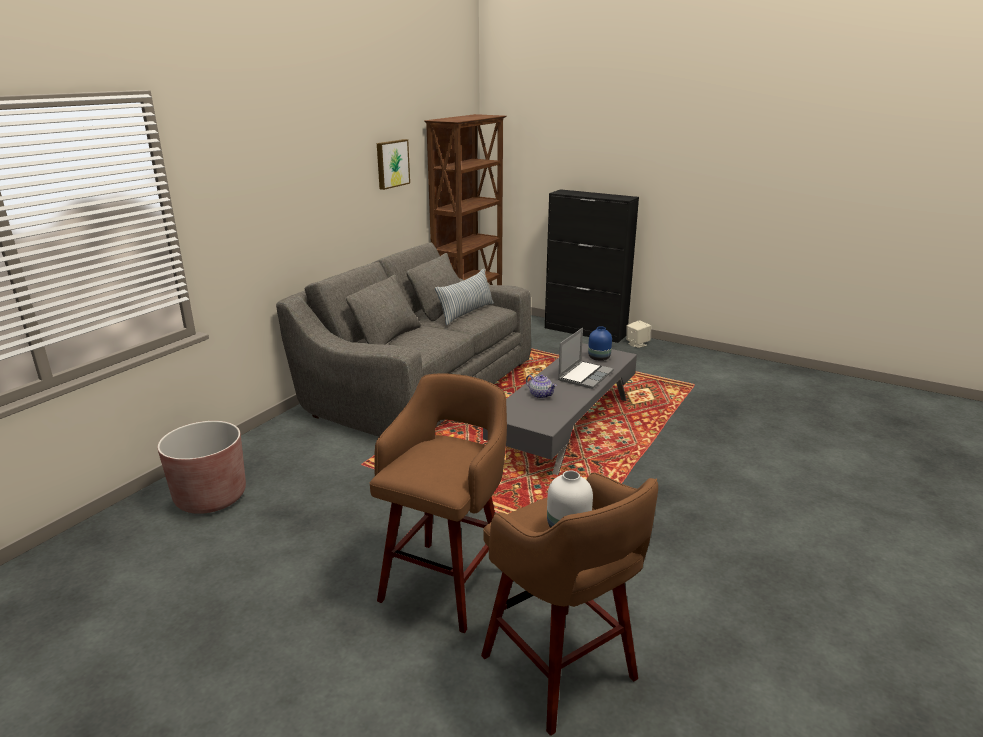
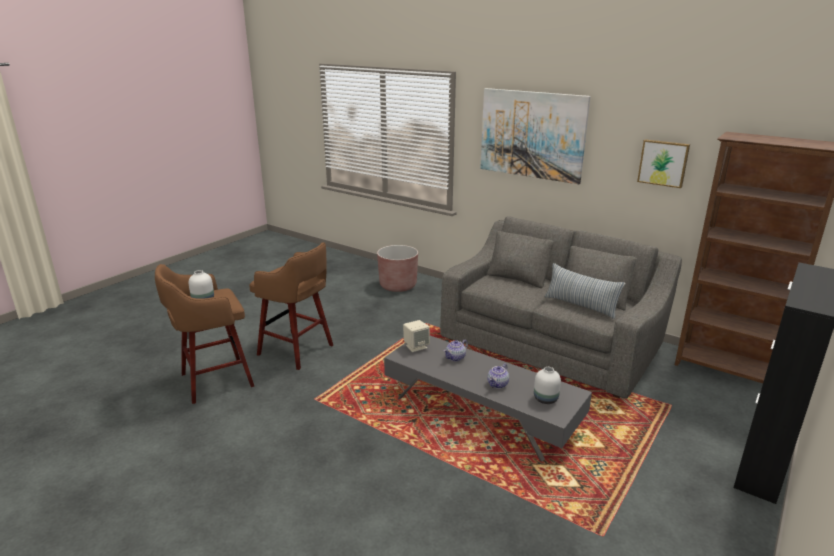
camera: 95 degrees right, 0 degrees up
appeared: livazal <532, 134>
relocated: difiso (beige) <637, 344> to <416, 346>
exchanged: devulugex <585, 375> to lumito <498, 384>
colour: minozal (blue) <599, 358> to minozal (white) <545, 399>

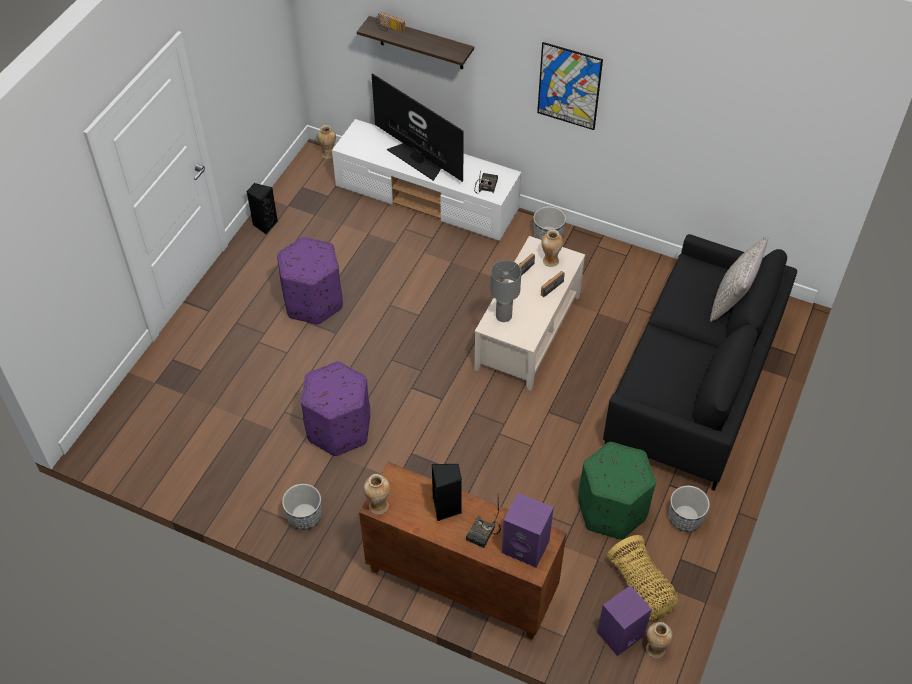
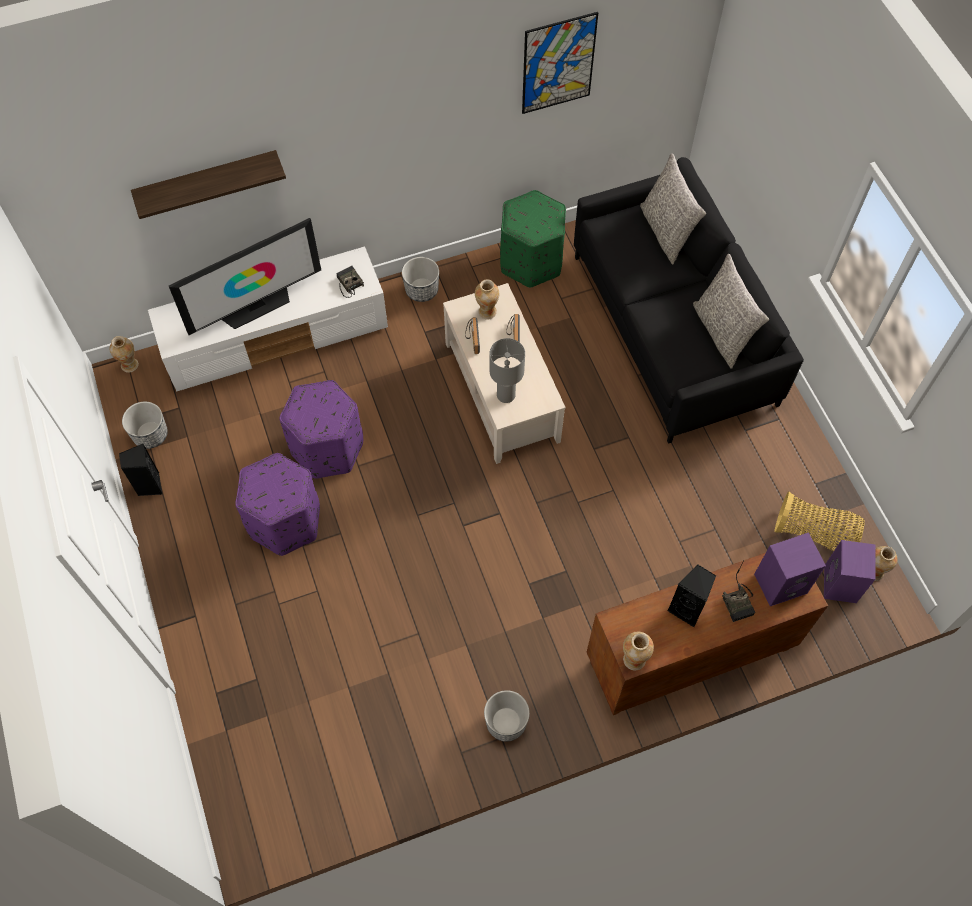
camera: 45 degrees left, 10 degrees up
missing: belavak <389, 29>
appeared: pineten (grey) <722, 332>
relocated: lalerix <685, 518> to <151, 435>; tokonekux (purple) <338, 428> to <327, 448>; tokonekux (green) <612, 509> to <531, 261>; livazal <569, 86> to <558, 63>
spun: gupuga <417, 159> = <256, 306> 150 degrees clockwise

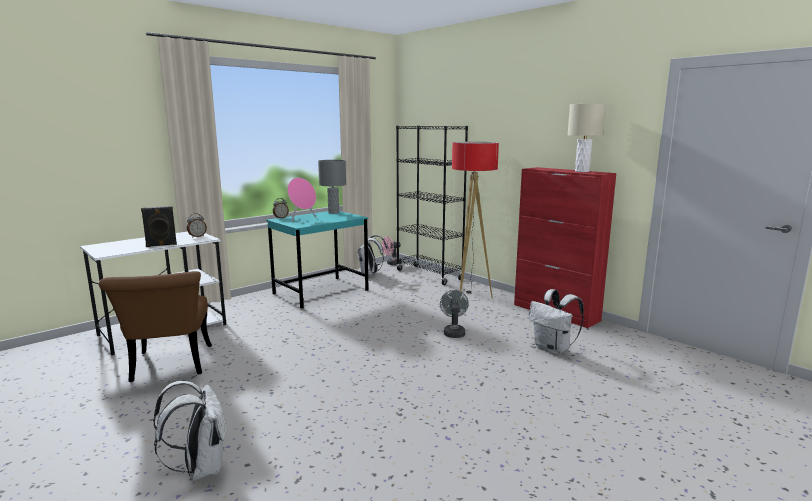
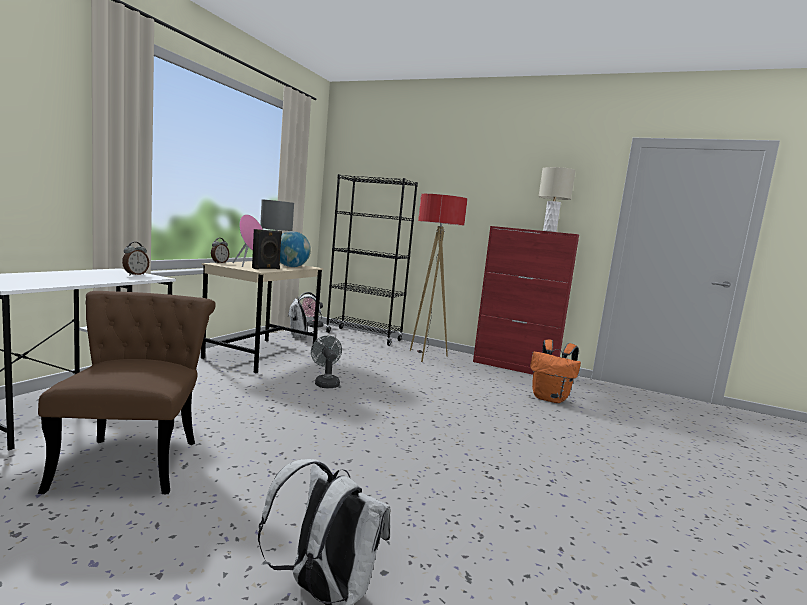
camera: 25 degrees left, 5 degrees down
appeared: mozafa <291, 267>
relocated: difiso (black) <161, 245> to <266, 268>; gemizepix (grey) <453, 332> to <325, 383>
colour: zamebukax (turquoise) <321, 292> to zamebukax (beige) <261, 355>; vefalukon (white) <553, 349> to vefalukon (orange) <550, 399>
spun: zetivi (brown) <170, 367> = <134, 458> 150 degrees counterclockwise

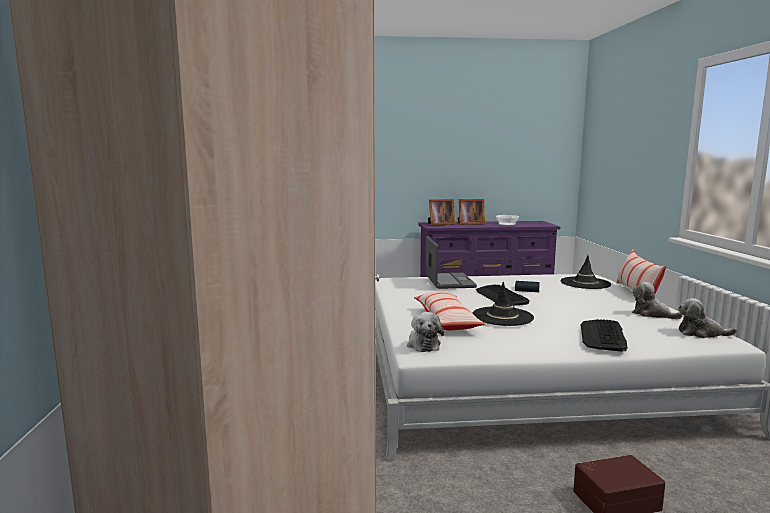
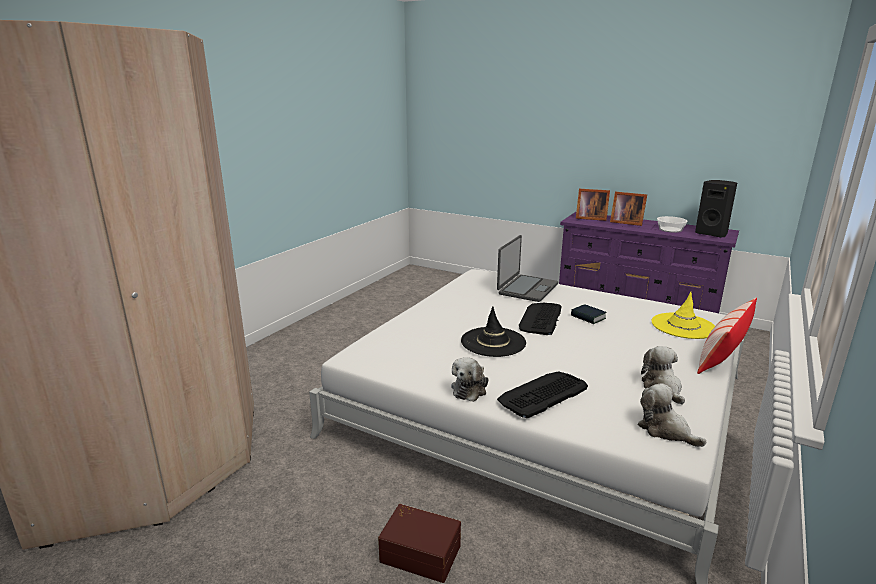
camera: 35 degrees right, 10 degrees up
missing: pineten <446, 321>
appeared: difiso (black) <712, 234>
relocated: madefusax <423, 344> to <470, 389>
colour: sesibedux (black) <585, 283> to sesibedux (yellow) <683, 326>

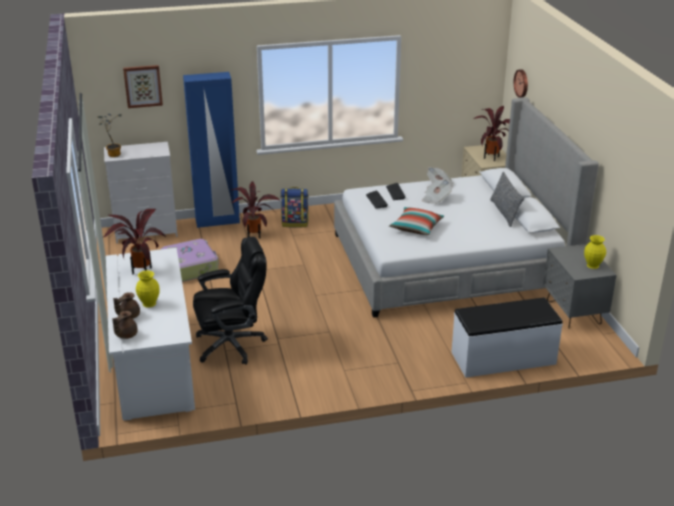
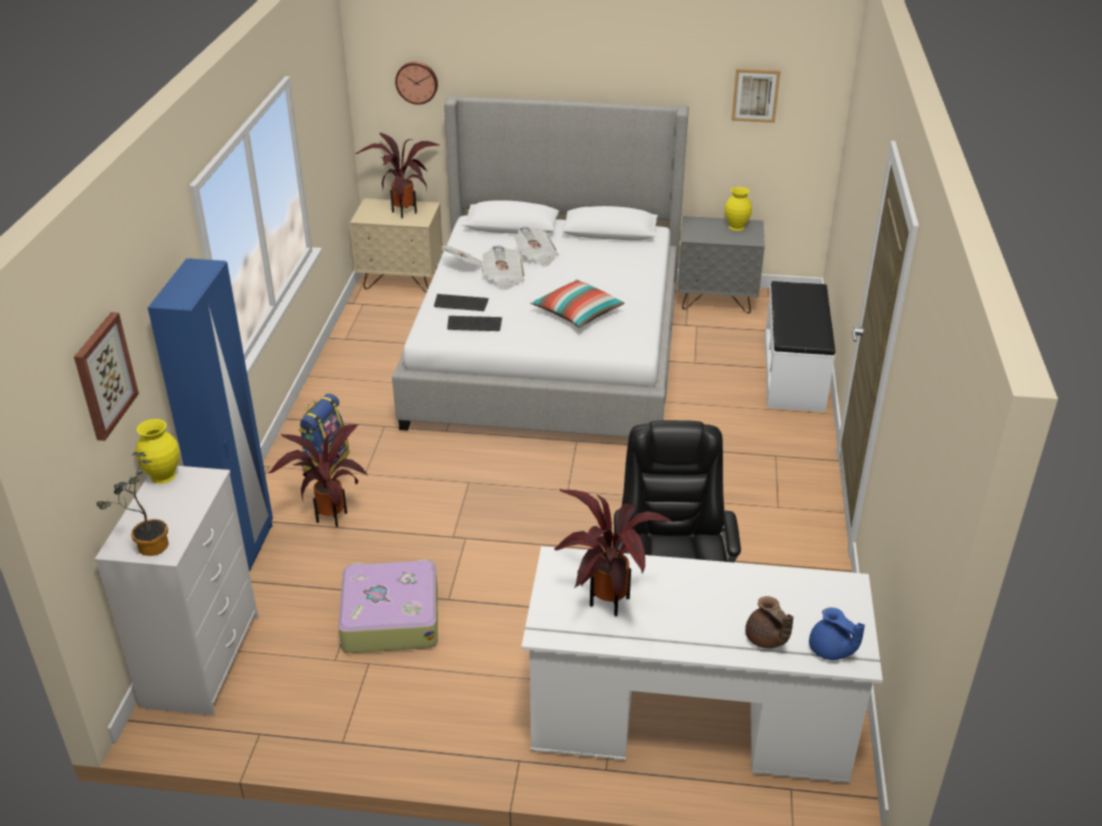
camera: 70 degrees left, 5 degrees up
missing: pineten (grey) <504, 213>
appeared: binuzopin <536, 257>; livazal <755, 95>
relocated: minozal (yellow) <149, 304> to <164, 476>
colour: lumito (brown) <125, 335> to lumito (blue) <830, 651>

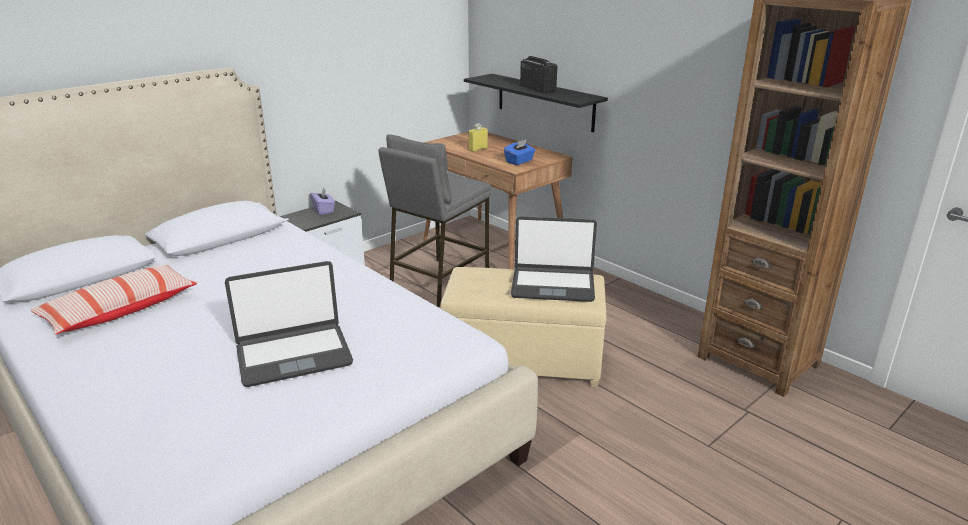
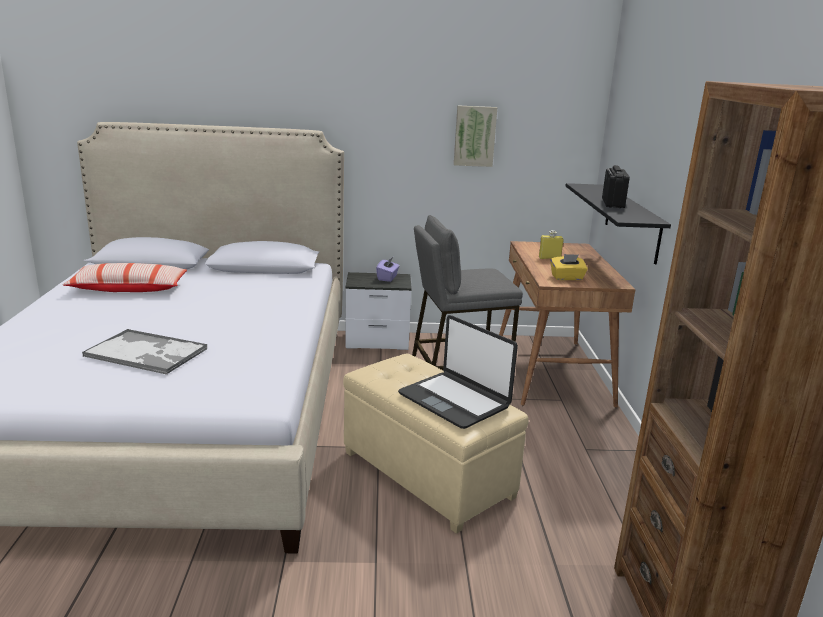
camera: 40 degrees right, 5 degrees down
appeared: livazal <474, 136>
exchanged: devulugex <293, 355> to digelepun <147, 353>
colour: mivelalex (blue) <519, 161> to mivelalex (yellow) <567, 278>

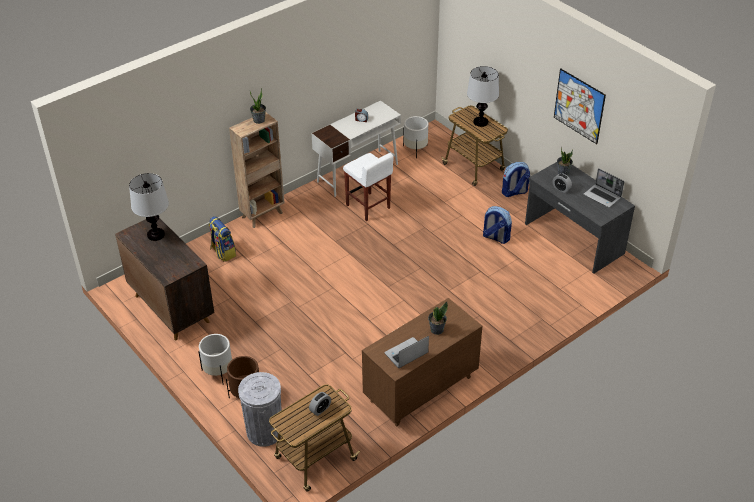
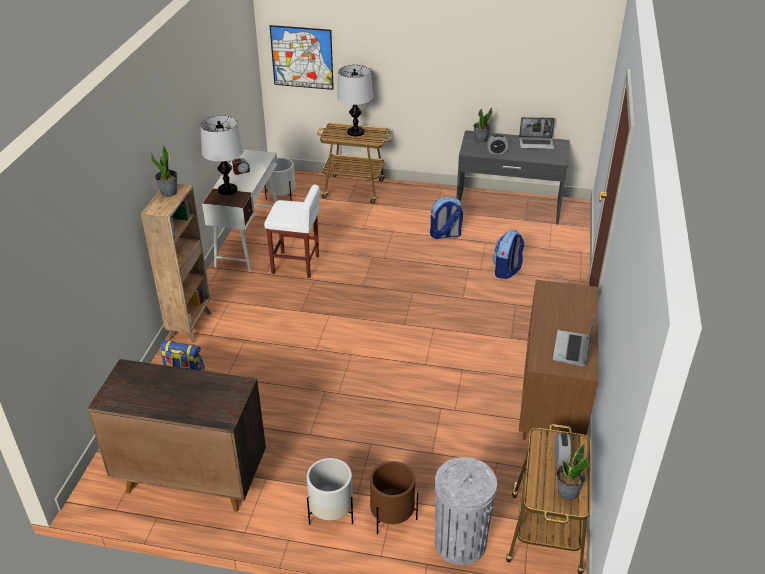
camera: 40 degrees left, 5 degrees down
relocated: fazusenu <156, 234> to <227, 189>; livazal <579, 106> to <302, 57>; vefalukon <514, 192> to <507, 271>; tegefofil <436, 329> to <567, 492>

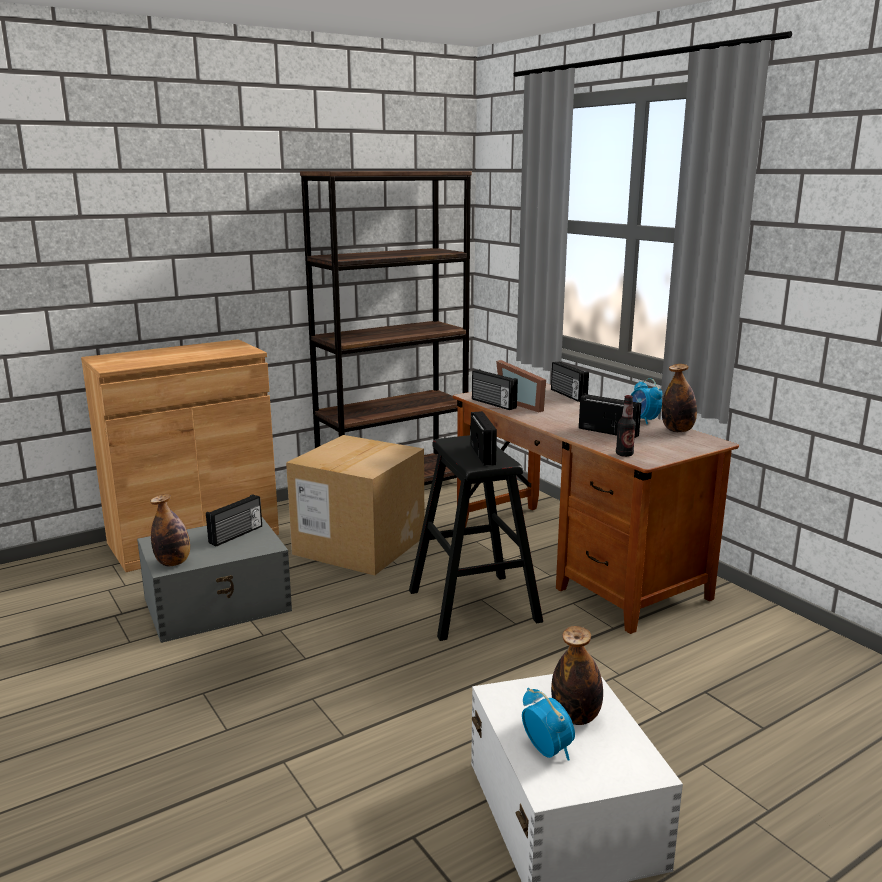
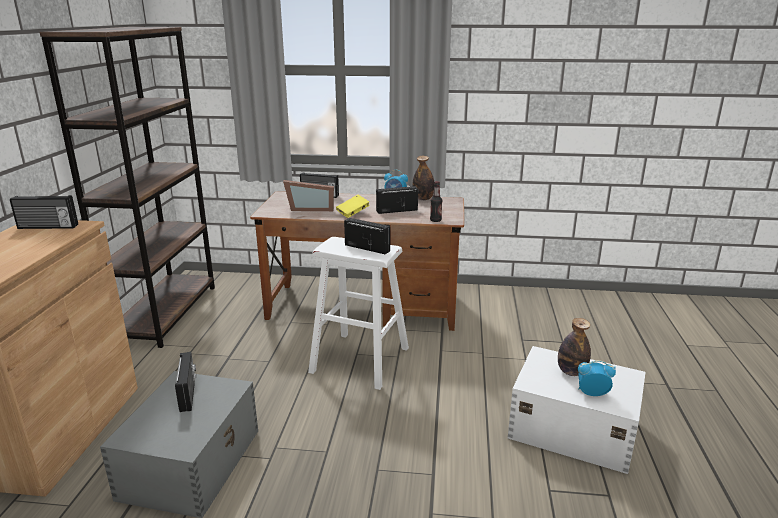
camera: 50 degrees left, 5 degrees up
missing: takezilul <173, 563>; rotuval <359, 545>
appeared: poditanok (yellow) <353, 213>
relocated: belavak <493, 404> to <47, 227>
colour: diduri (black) <473, 605> to diduri (white) <360, 360>

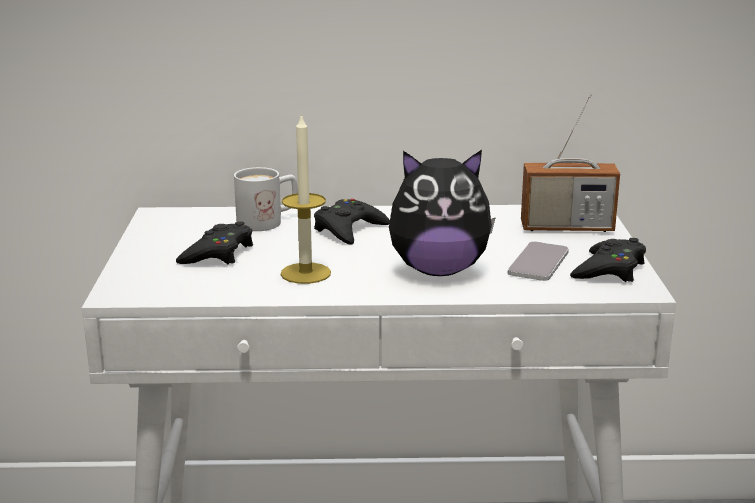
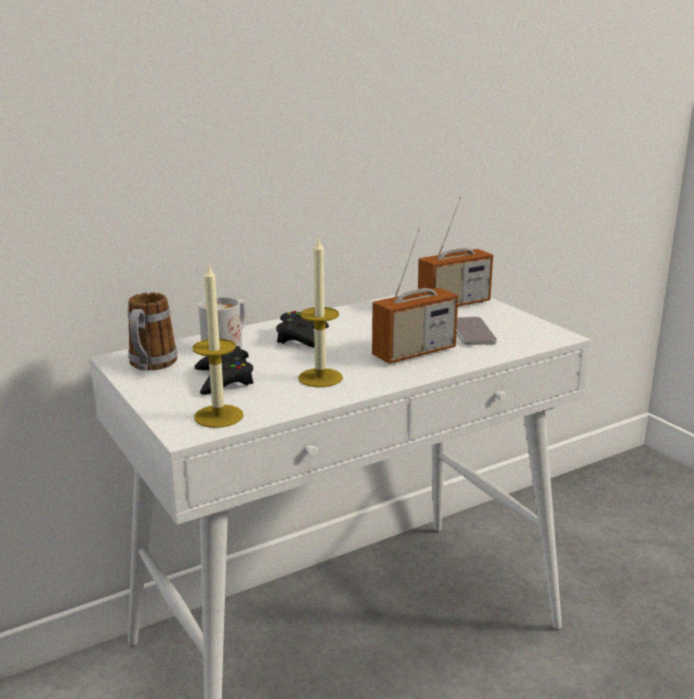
camera: 30 degrees left, 0 degrees up
missing: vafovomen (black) <609, 269>
appeared: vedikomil <150, 366>; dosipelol <218, 416>
exchanged: madefusax <438, 270> to belavak <414, 353>

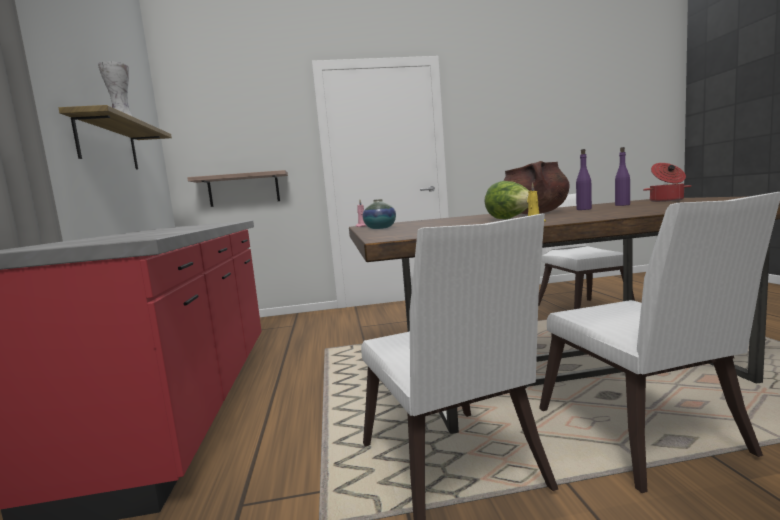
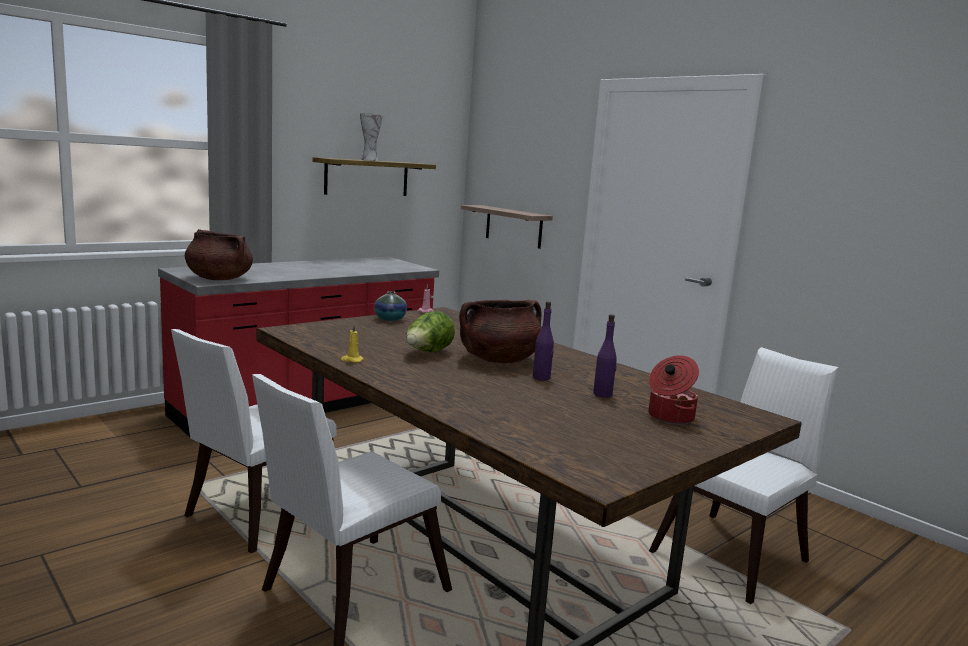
camera: 55 degrees right, 5 degrees up
appeared: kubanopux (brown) <218, 279>

